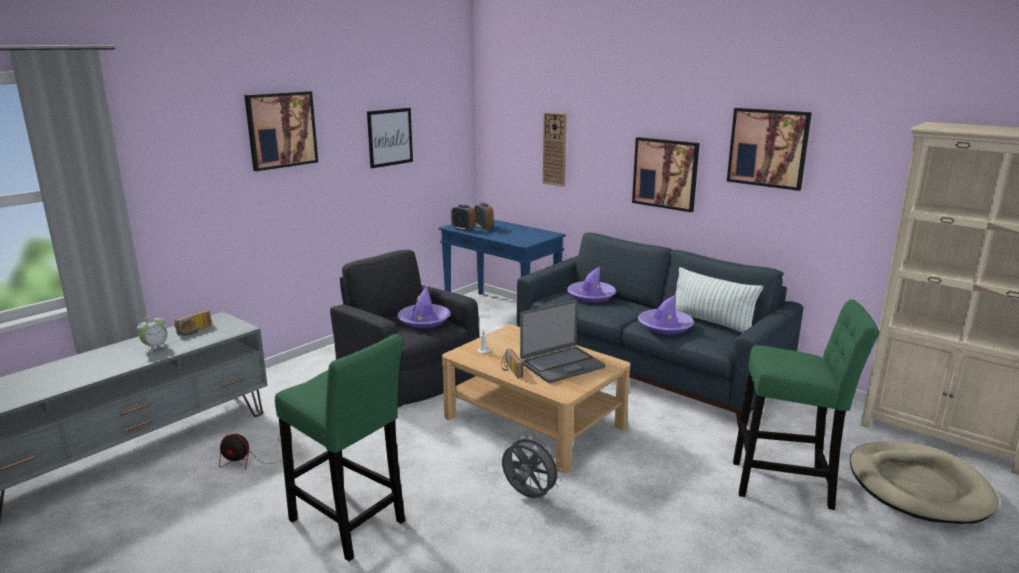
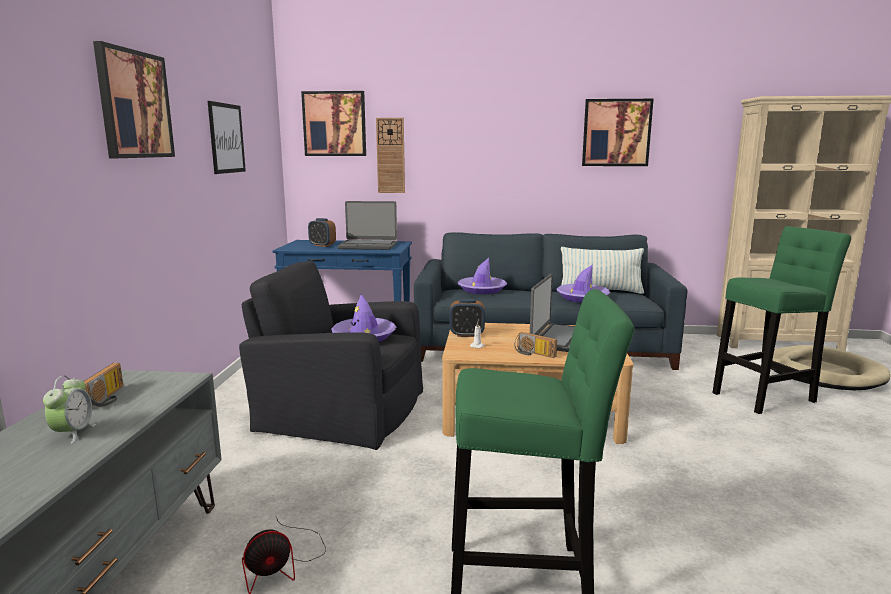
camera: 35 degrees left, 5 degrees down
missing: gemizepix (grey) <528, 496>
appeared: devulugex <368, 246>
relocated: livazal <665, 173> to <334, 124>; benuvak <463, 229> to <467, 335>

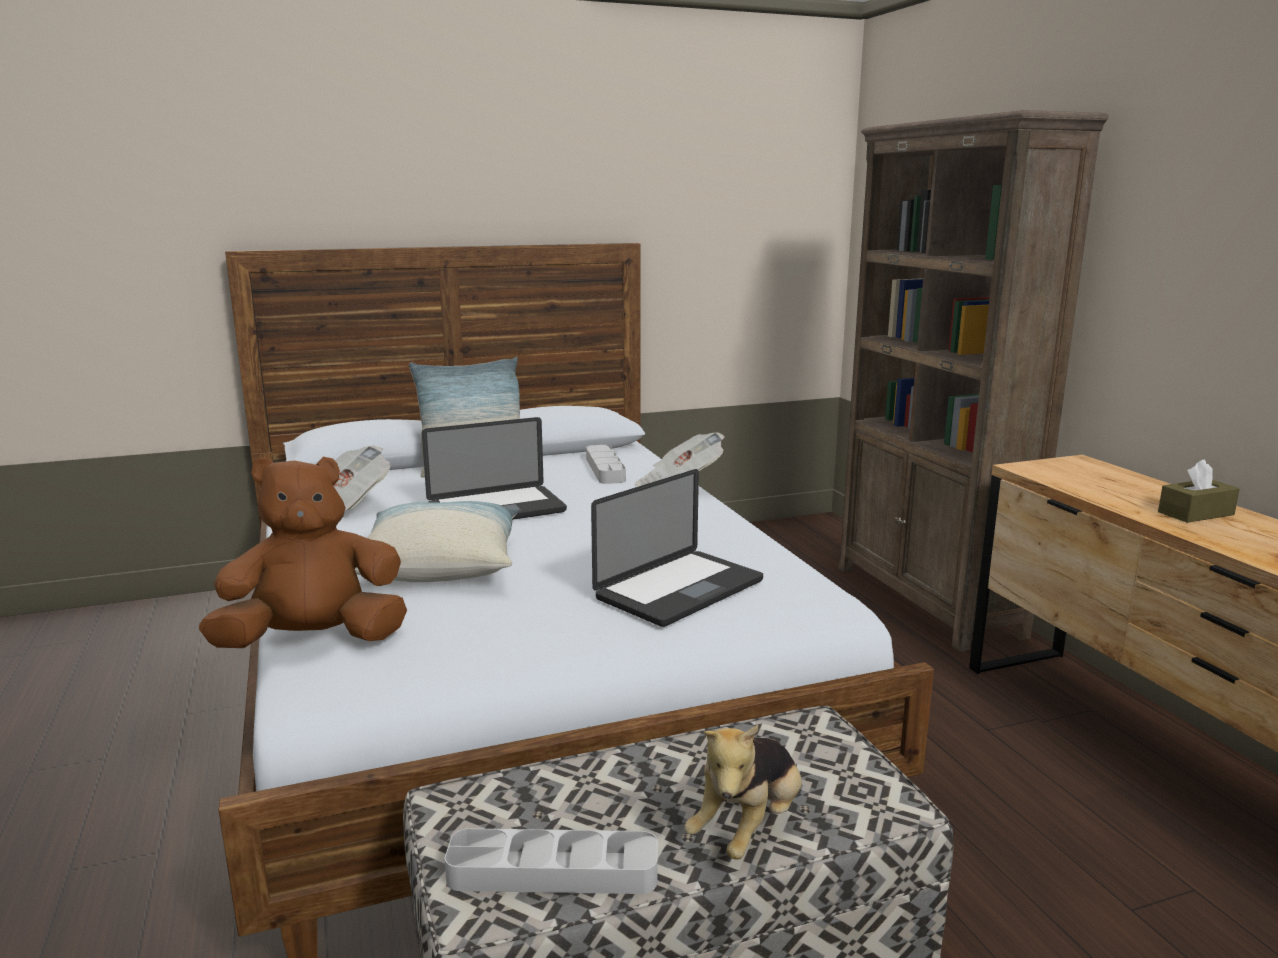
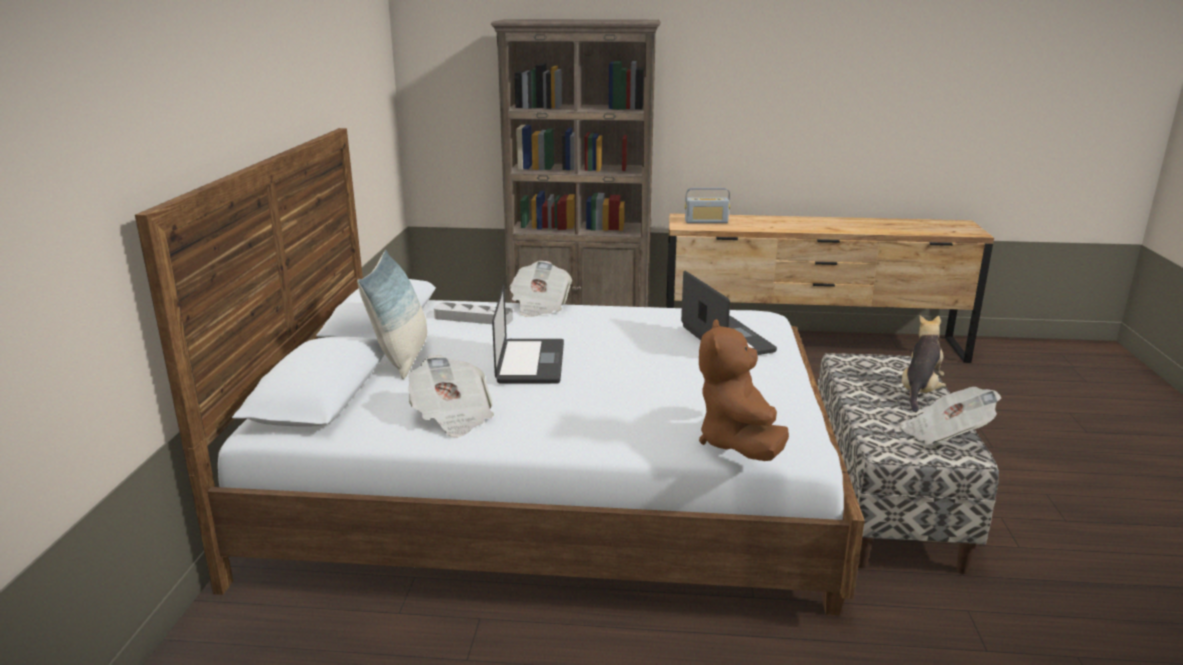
camera: 65 degrees left, 5 degrees up
missing: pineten <439, 565>; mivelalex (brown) <1195, 513>
appeared: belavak <706, 221>
exchanged: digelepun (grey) <553, 872> to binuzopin <945, 435>
spun: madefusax <748, 827> = <920, 391> 120 degrees counterclockwise

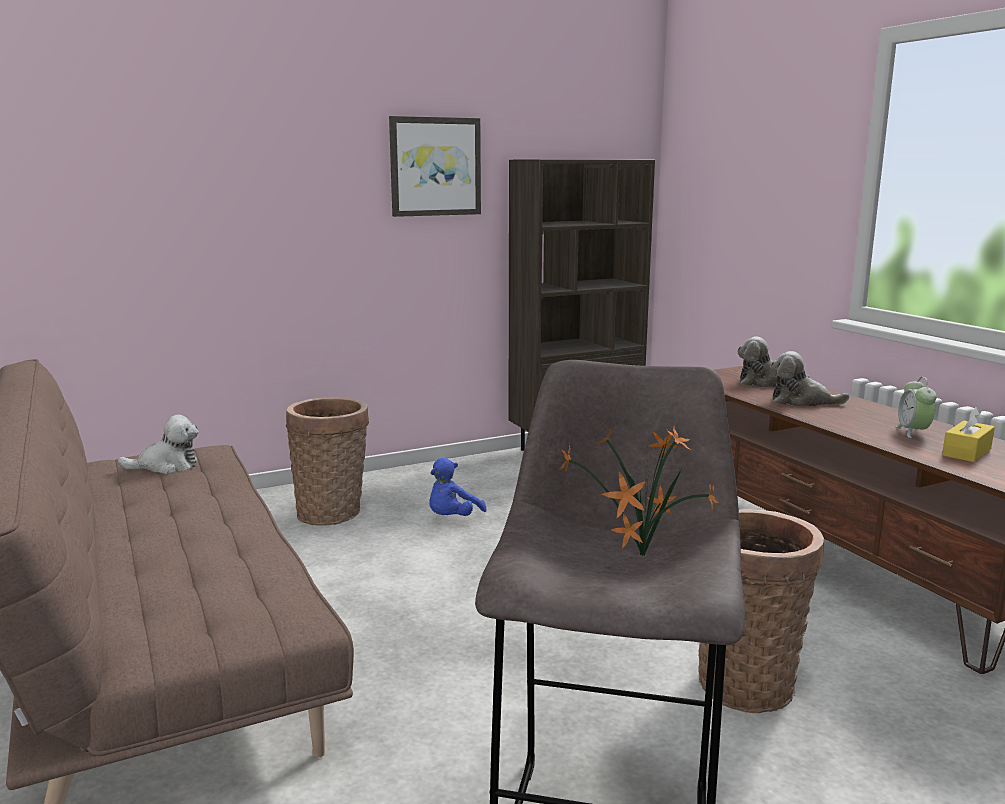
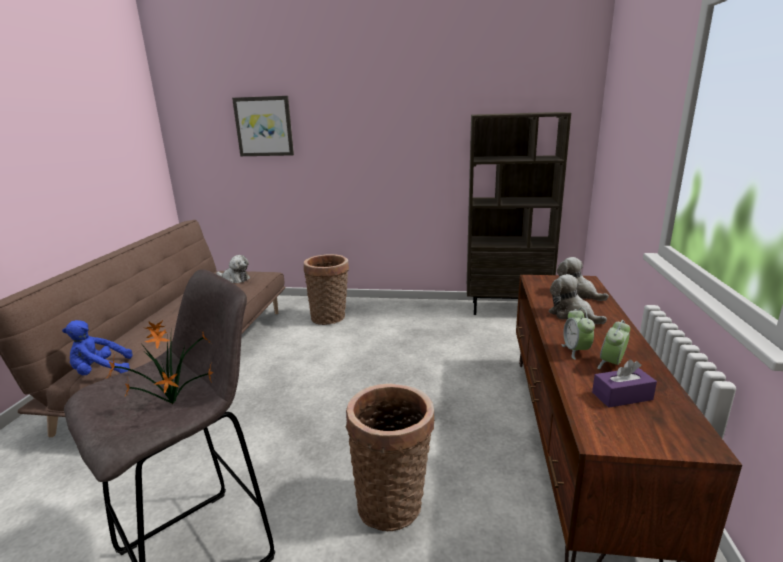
camera: 35 degrees right, 5 degrees up
appeared: benuvak <576, 351>
relocated: madefusax (blue) <452, 518> to <100, 372>; livazal <435, 167> to <264, 126>
colour: mivelalex (yellow) <966, 452> to mivelalex (purple) <622, 396>

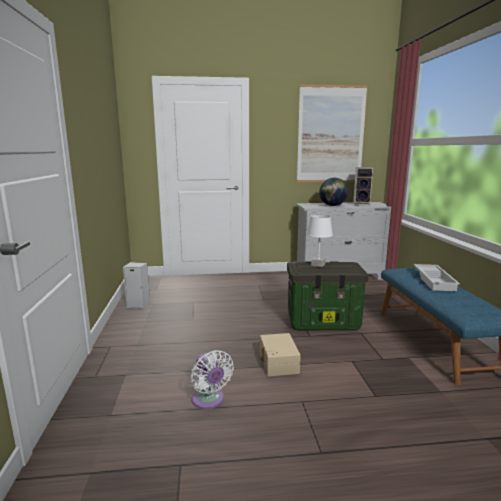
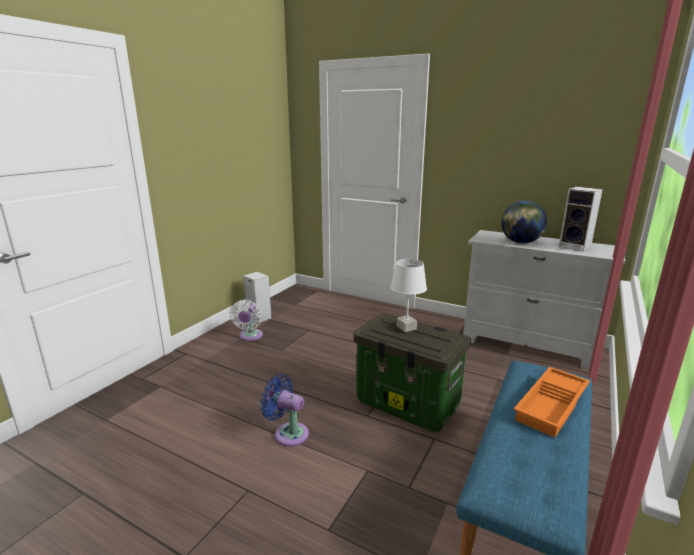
camera: 35 degrees right, 5 degrees up
missing: livazal <331, 135>
relocated: gemizepix (white) <209, 400> to <250, 336>
exchanged: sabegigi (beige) <277, 362> to gemizepix (blue) <288, 433>
colour: digelepun (white) <435, 281> to digelepun (orange) <552, 406>

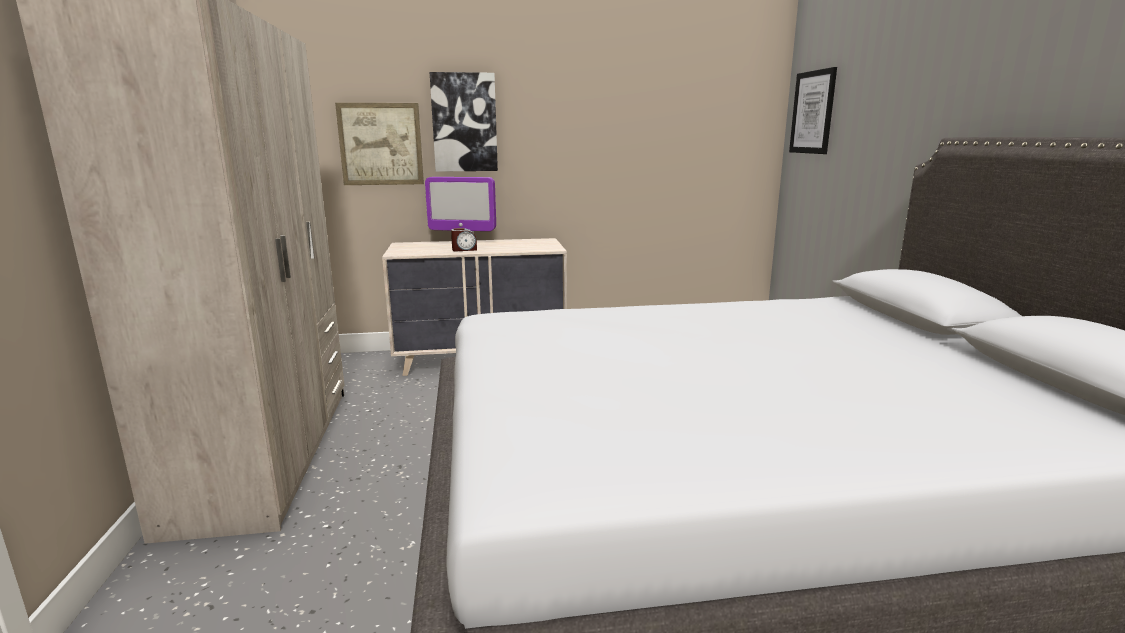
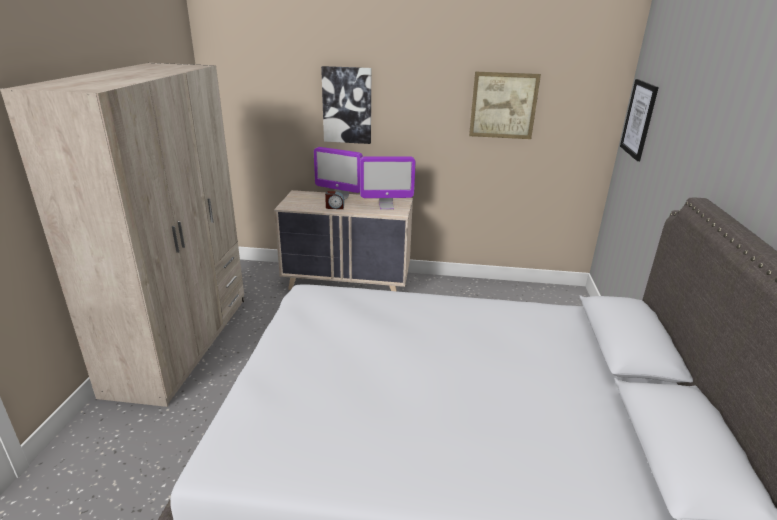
camera: 15 degrees right, 10 degrees up
appeared: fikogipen <386, 206>
relocated: livazal <381, 144> to <503, 105>

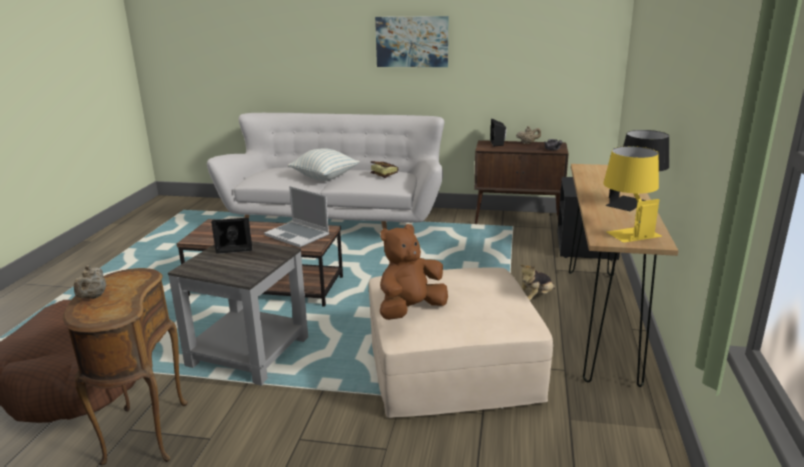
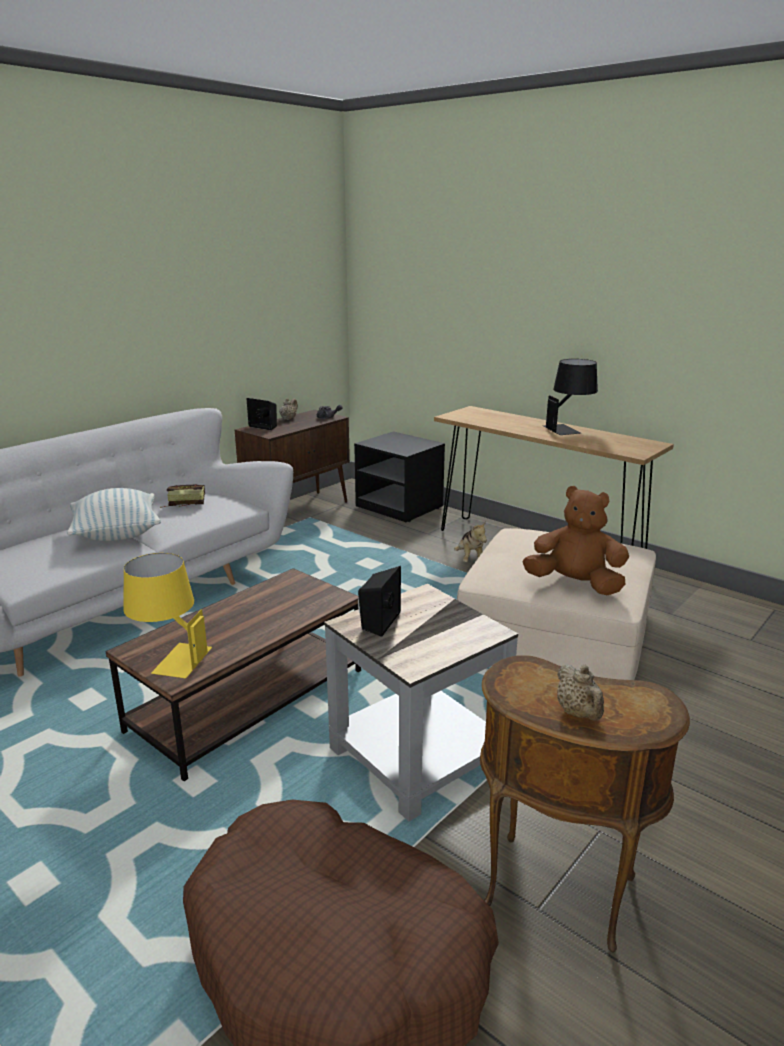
camera: 60 degrees left, 0 degrees up
missing: devulugex <298, 235>; livazal <412, 41>
relocated: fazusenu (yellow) <627, 230> to <170, 658>
spun: madefusax (brown) <410, 310> = <575, 584> 120 degrees clockwise; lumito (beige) <93, 297> = <579, 713> 45 degrees clockwise

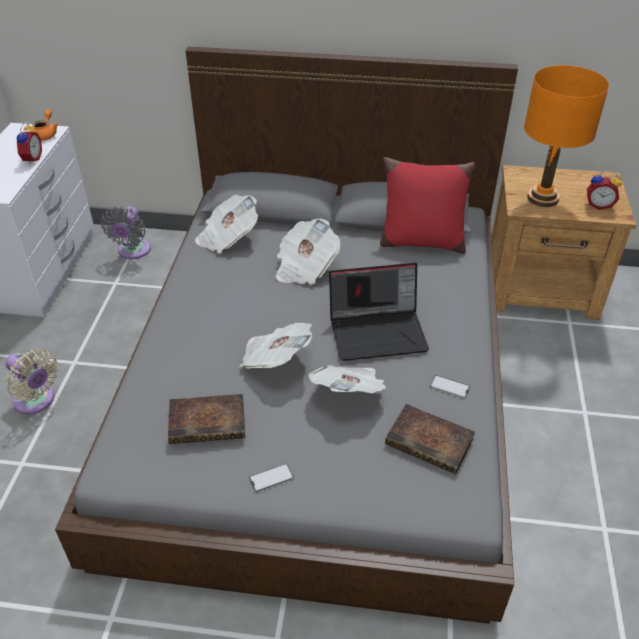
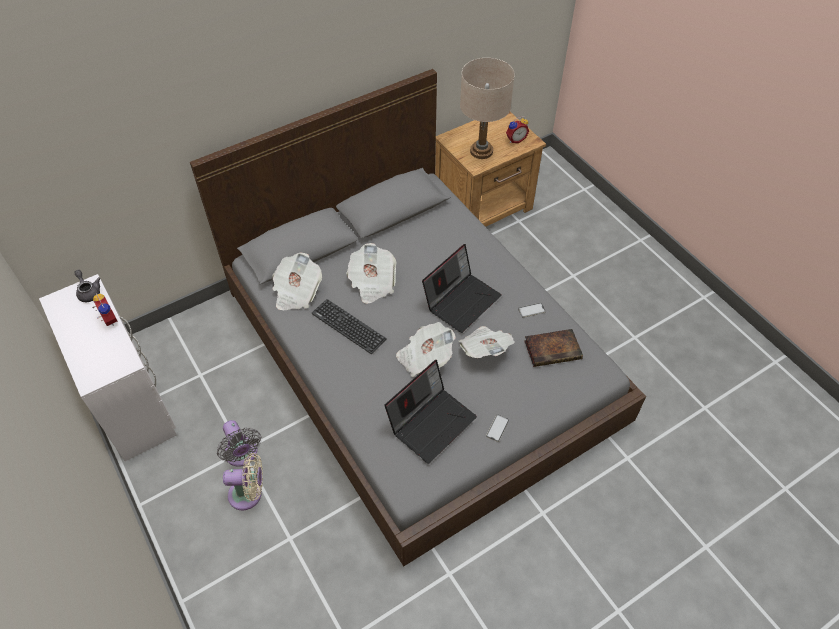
camera: 40 degrees left, 10 degrees up
missing: pineten (red) <421, 242>
appeared: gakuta <348, 326>
relocated: gemizepix (grey) <133, 251> to <242, 455>
exchanged: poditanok <209, 422> to devulugex <431, 422>
colour: lumito (orange) <46, 134> to lumito (grey) <89, 292>; fazusenu (orange) <543, 198> to fazusenu (beige) <481, 151>

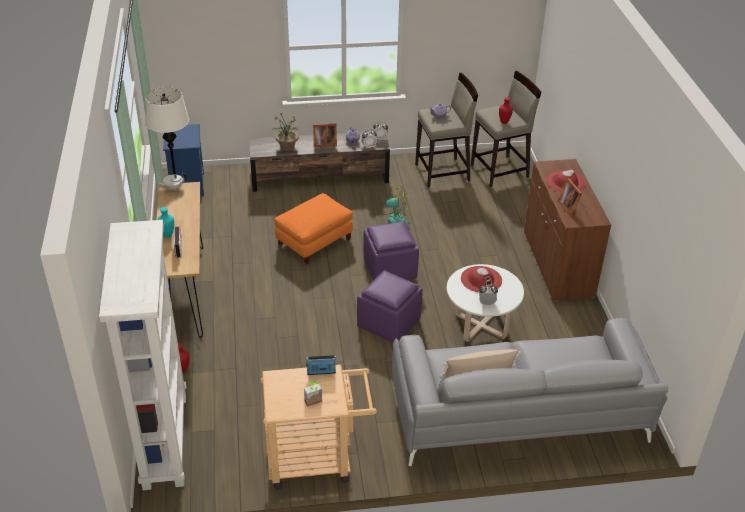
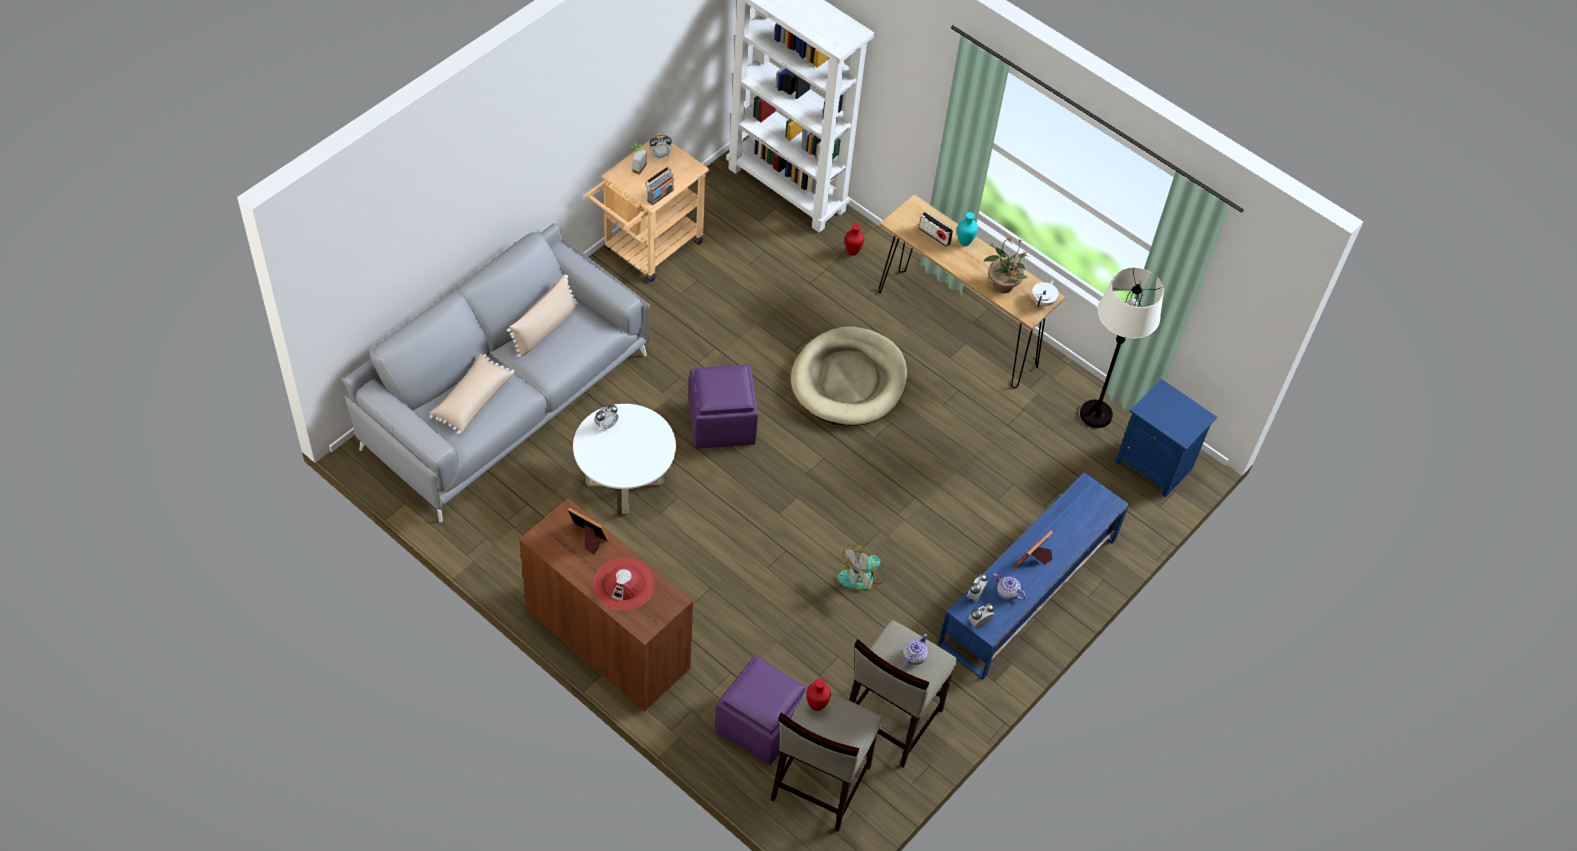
camera: 135 degrees right, 15 degrees up
missing: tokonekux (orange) <314, 241>; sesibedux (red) <481, 279>
appeared: pineten (beige) <472, 400>; benuvak <660, 156>; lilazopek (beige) <849, 380>
relocated: tokonekux (purple) <389, 269> to <760, 723>; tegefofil <287, 147> to <1002, 284>
colour: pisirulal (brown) <320, 177> to pisirulal (blue) <1027, 591>

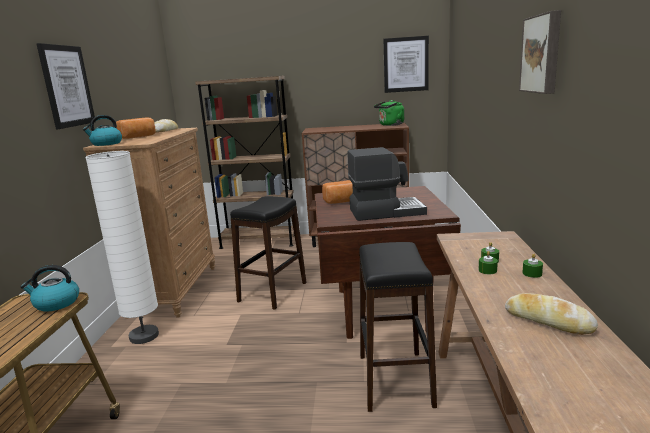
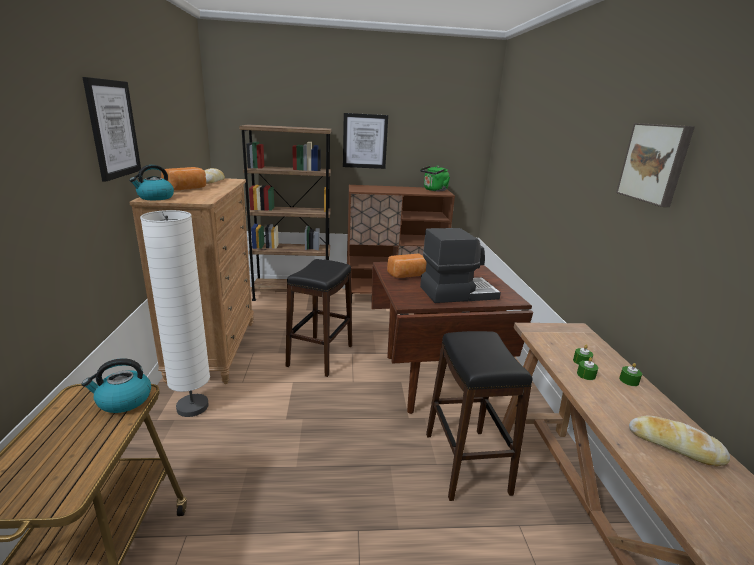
camera: 10 degrees left, 5 degrees up
relocated: livazal <406, 64> to <365, 141>

